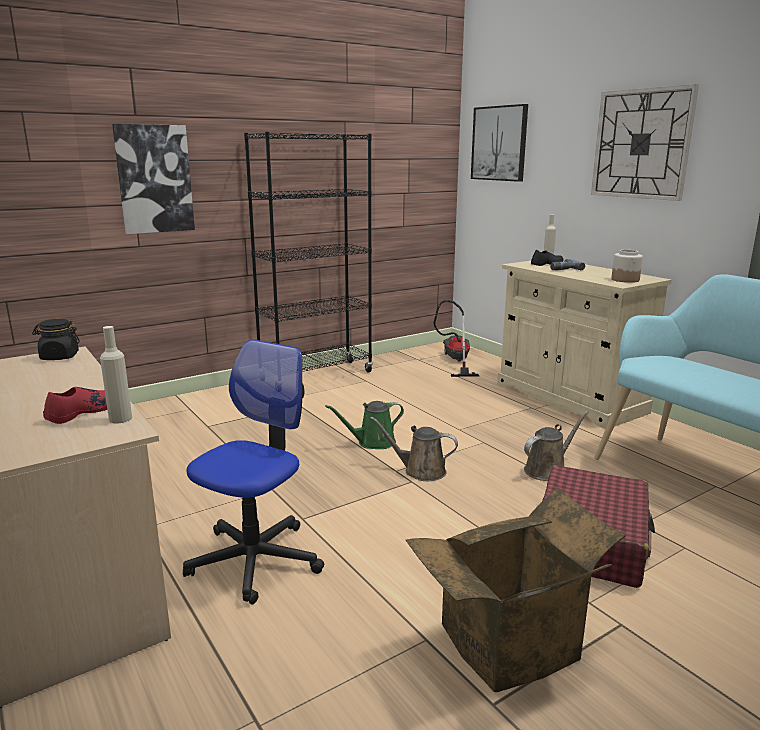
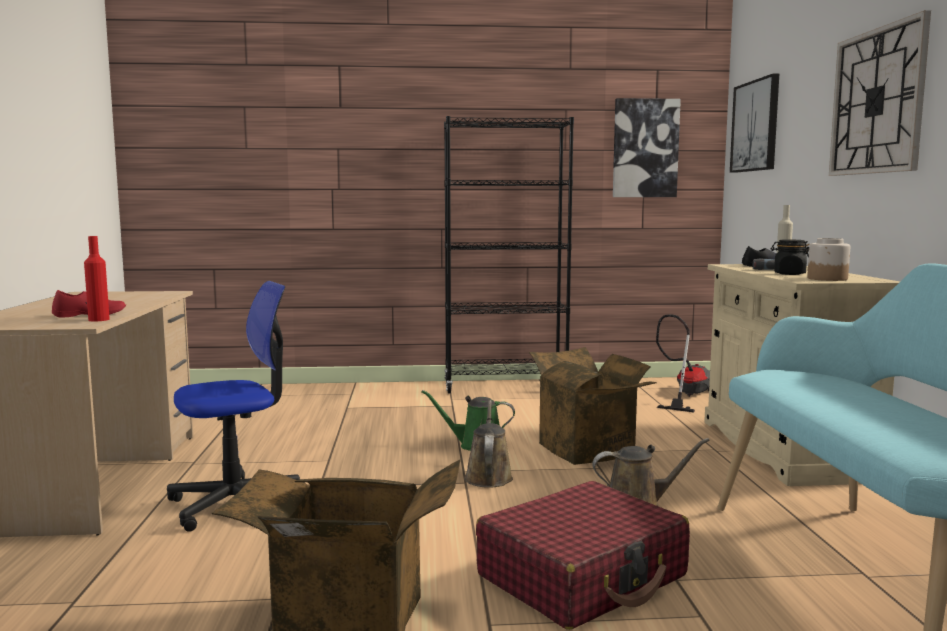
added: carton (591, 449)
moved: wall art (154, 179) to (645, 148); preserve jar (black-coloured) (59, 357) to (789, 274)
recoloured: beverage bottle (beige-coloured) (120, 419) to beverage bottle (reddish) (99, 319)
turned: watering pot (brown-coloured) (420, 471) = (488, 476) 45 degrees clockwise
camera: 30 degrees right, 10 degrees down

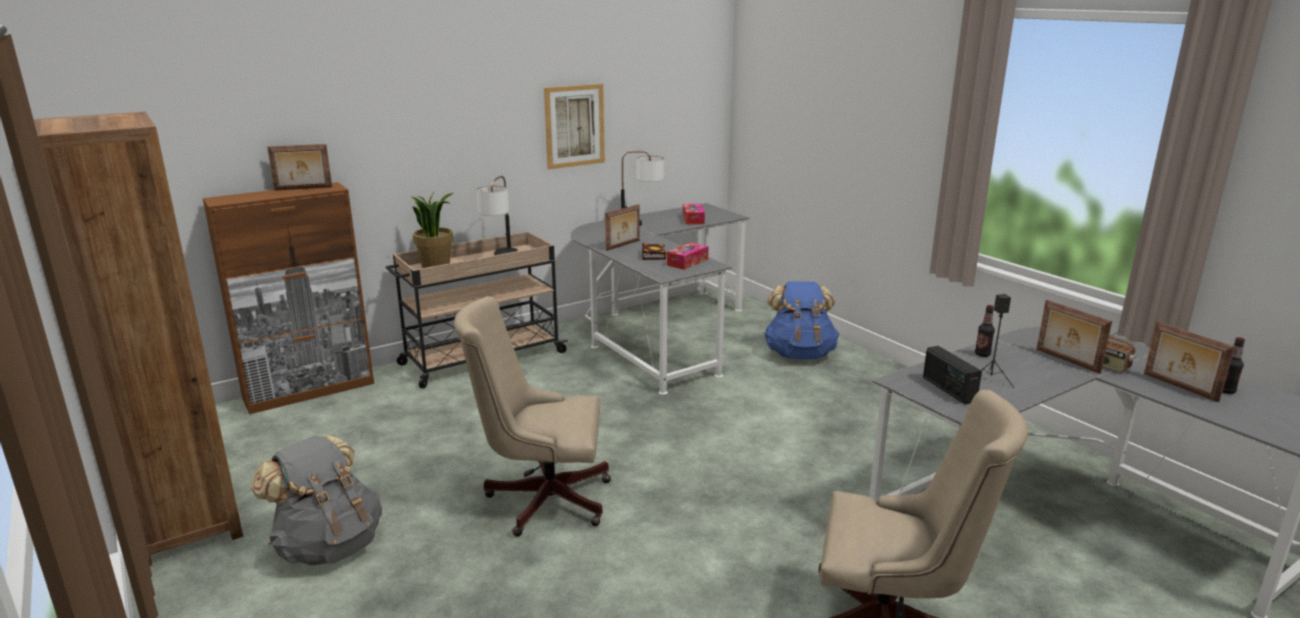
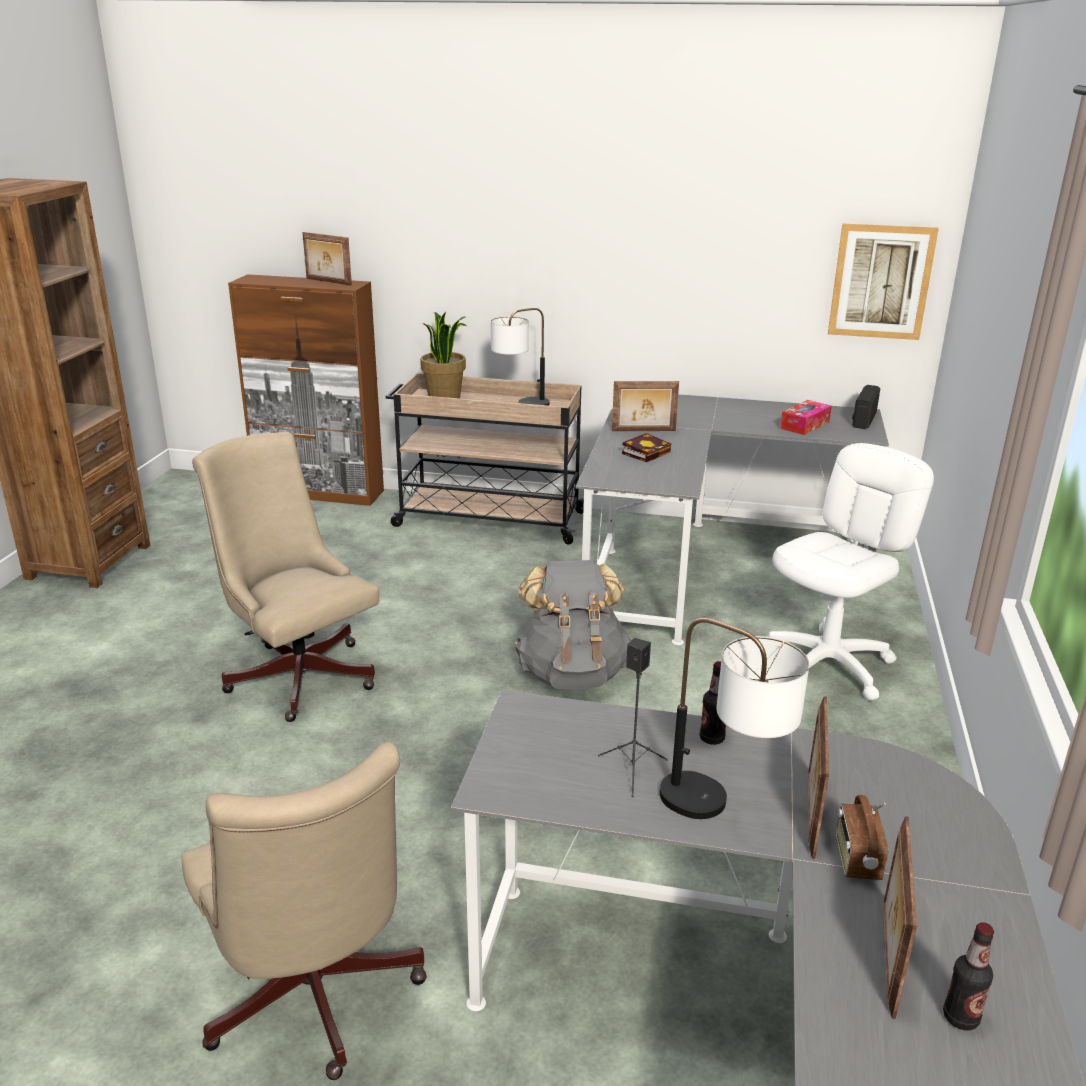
removed: box of tissues (687, 262)
moved: wall art (574, 126) to (881, 282); tabletop lamp (641, 223) to (722, 811); radio set (948, 389) to (863, 420); knapsack (greyish) (329, 546) to (572, 673)
replaced: knapsack (bluish) (799, 354) to office chair (white) (828, 665)
camera: 45 degrees right, 5 degrees up

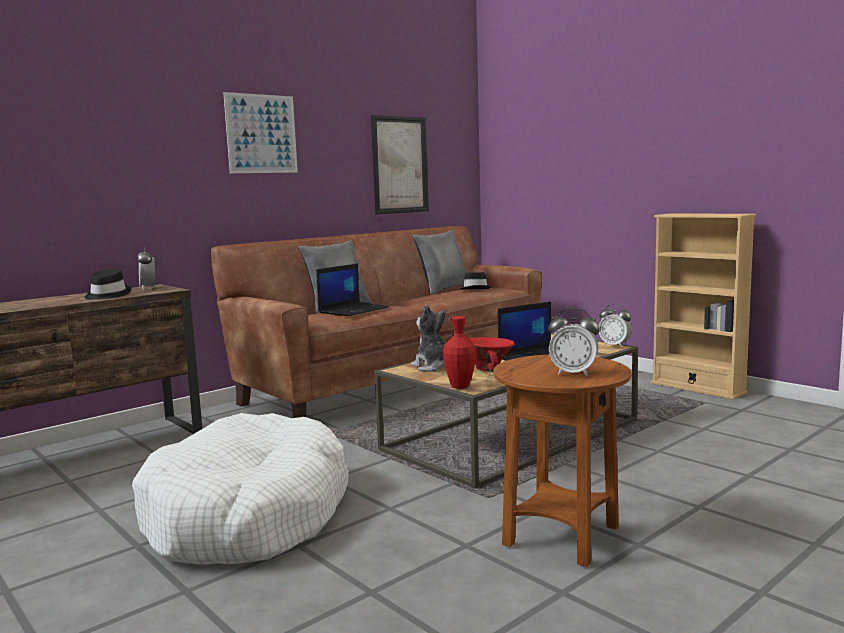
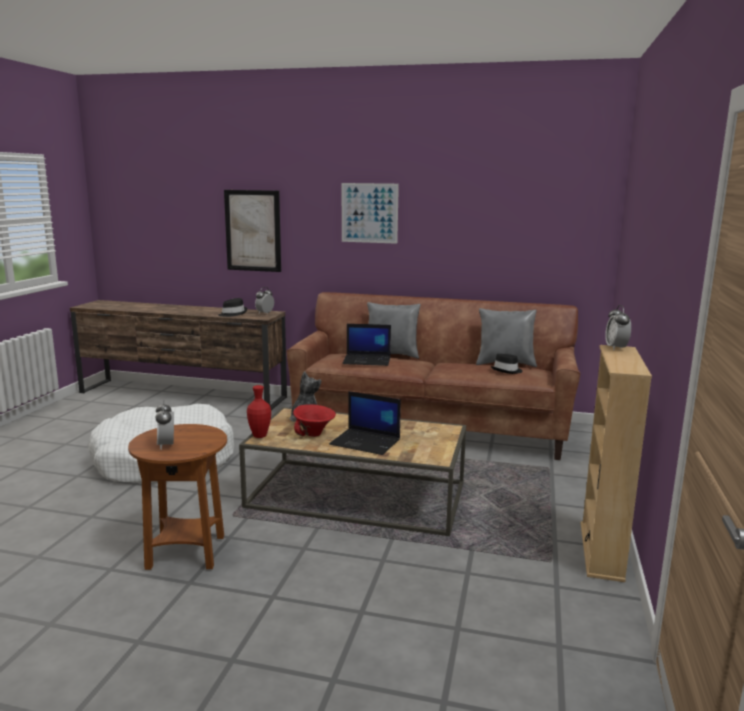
moved: wall art (400, 165) to (253, 231); table clock (614, 345) to (616, 348)
camera: 55 degrees right, 5 degrees up

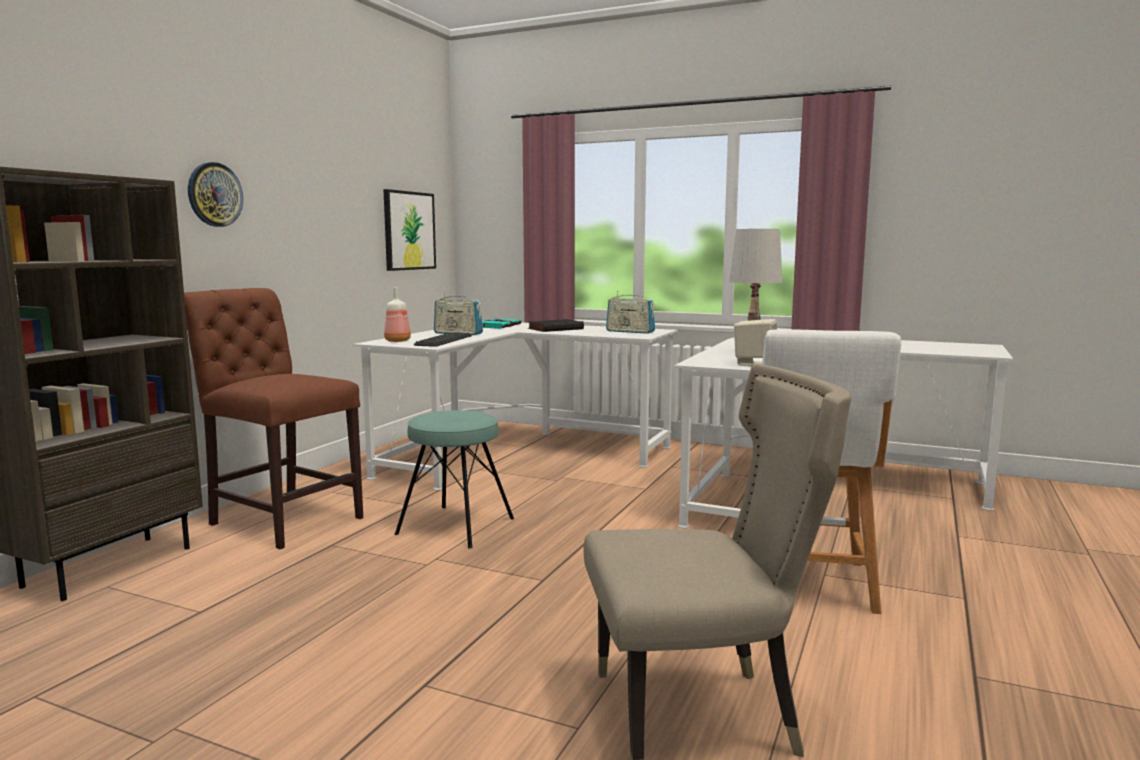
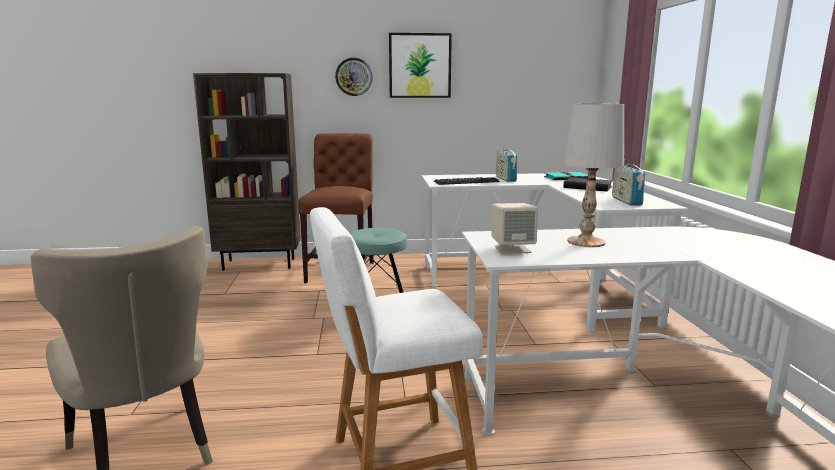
removed: beverage bottle (397, 341)
moved: wall art (409, 231) to (420, 66)
camera: 60 degrees right, 5 degrees up

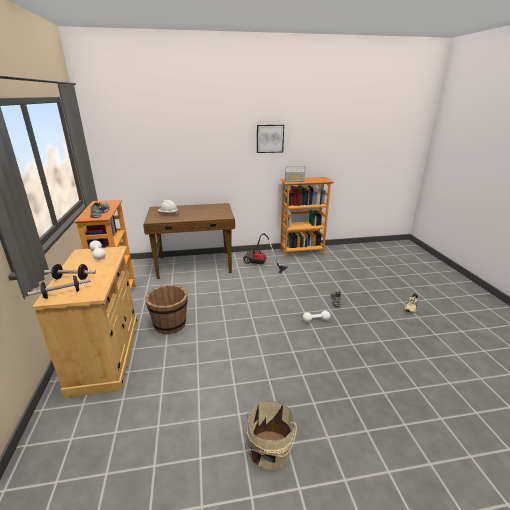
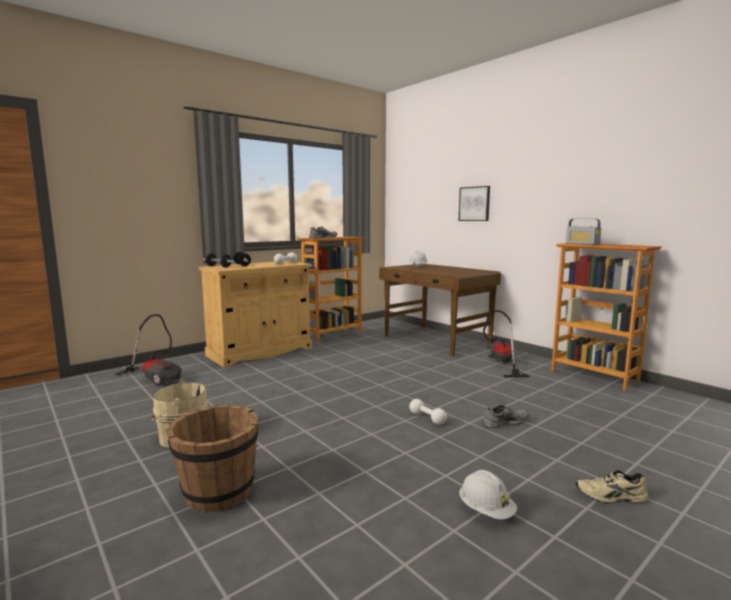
added: vacuum cleaner (155, 377); hard hat (white) (486, 511)
moved: wall art (270, 138) to (474, 204); pail (brown-coloured) (170, 325) to (218, 492)
camera: 60 degrees right, 15 degrees down

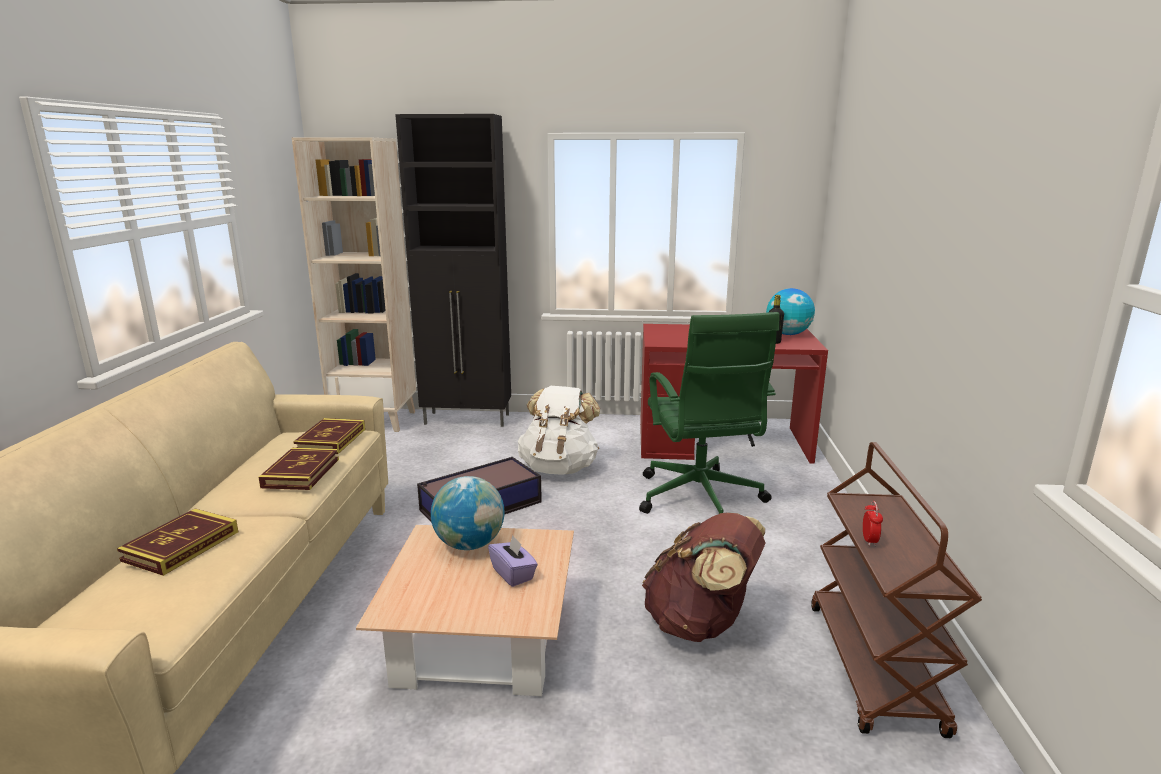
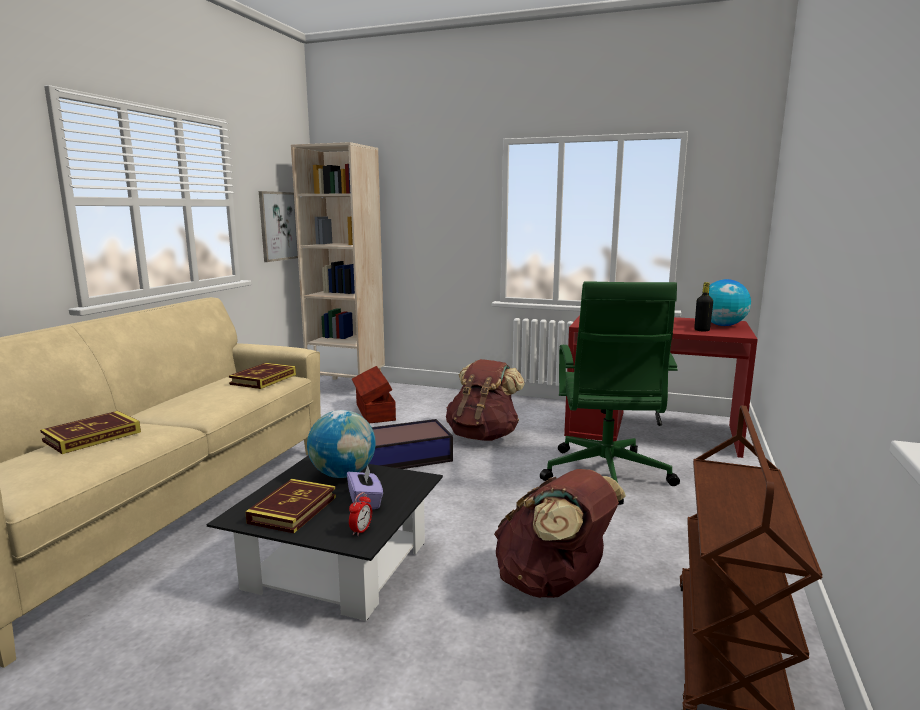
removed: storage cabinet (black-coloured) (468, 419)
added: wall art (278, 226); storage box (brown-coloured) (374, 412)
moved: bound book (301, 473) to (293, 510); table clock (869, 540) to (361, 530)
recoloured: knapsack (white) (559, 468) to knapsack (brown-coloured) (483, 436); coffee table (beige-coloured) (481, 641) to coffee table (black-coloured) (338, 565)
camera: 15 degrees right, 5 degrees down

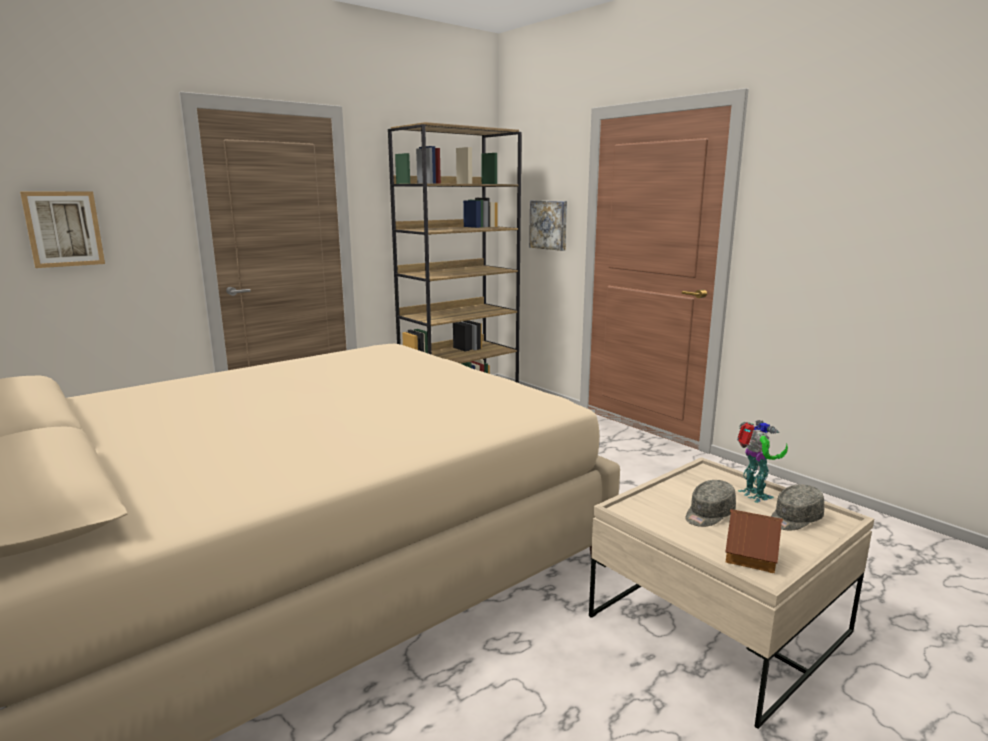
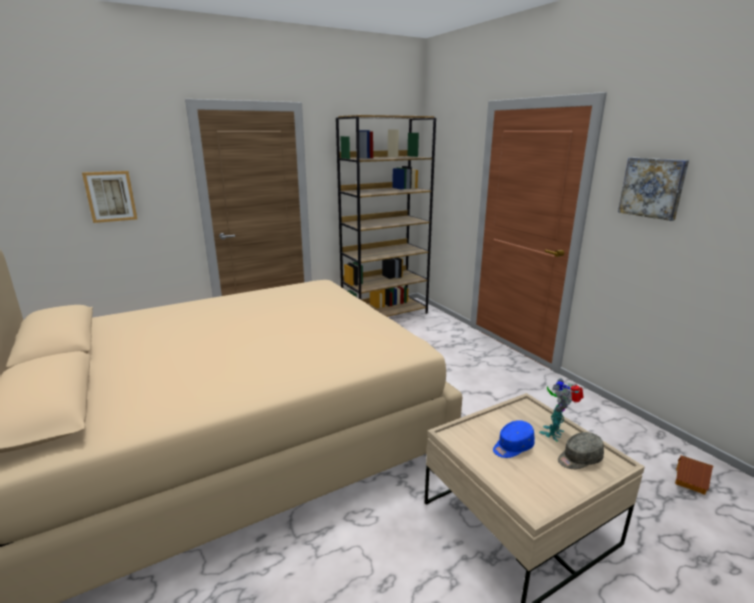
moved: wall art (549, 225) to (653, 187); model house (749, 555) to (689, 481)
recoloured: peaked cap (greyish) (708, 515) to peaked cap (bluish) (512, 447)
turned: robot figure (754, 496) = (555, 433) 135 degrees counterclockwise
camera: 10 degrees right, 5 degrees up

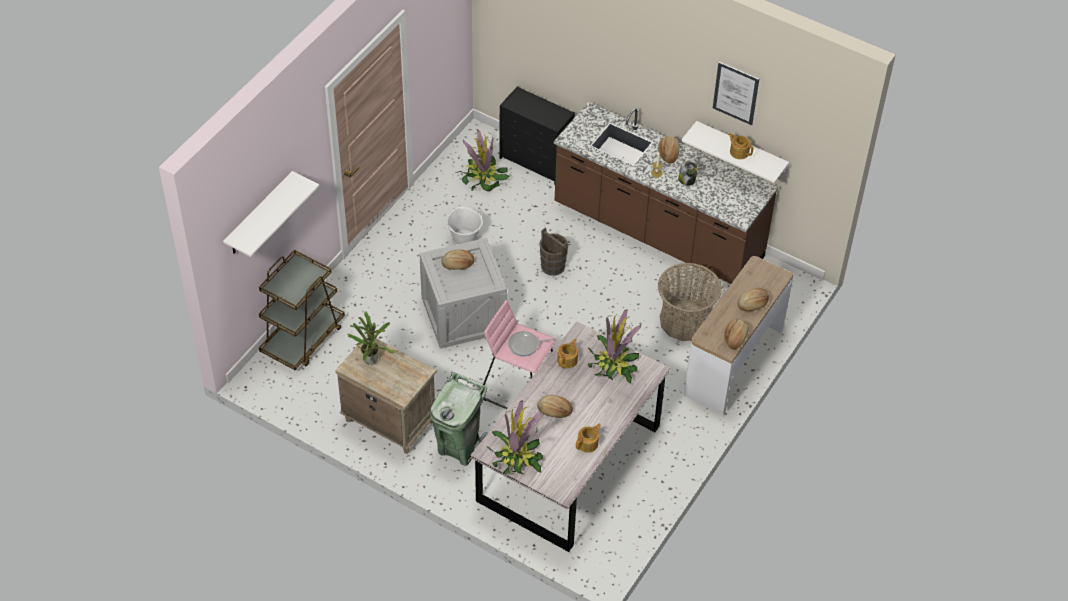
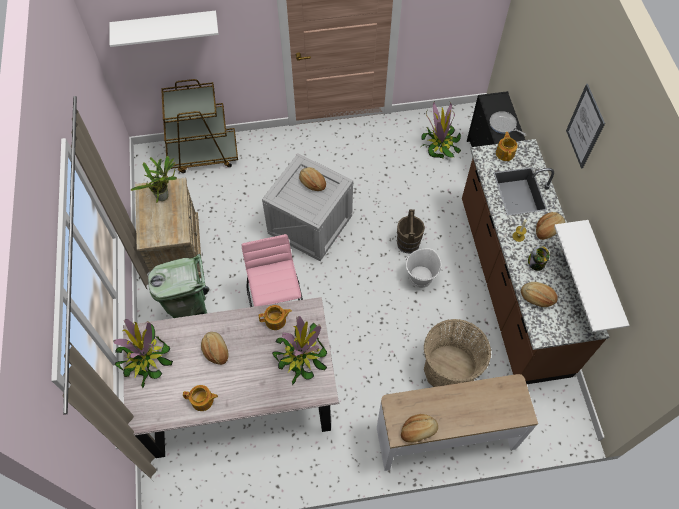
moved: wall art (735, 93) to (585, 127); teapot (739, 152) to (505, 153); pail (white) (465, 240) to (421, 278); bread (753, 304) to (537, 297); pan (525, 345) to (503, 125)
camera: 50 degrees right, 10 degrees up

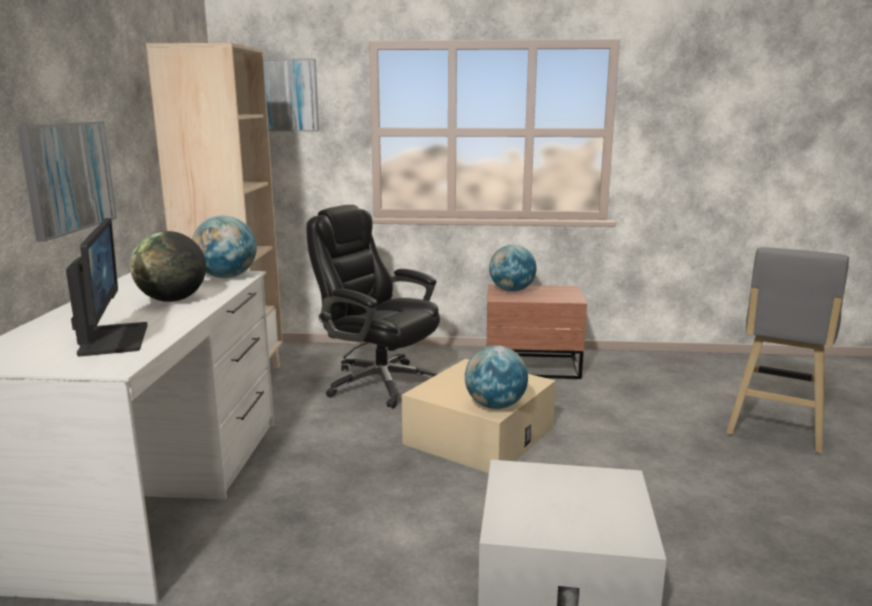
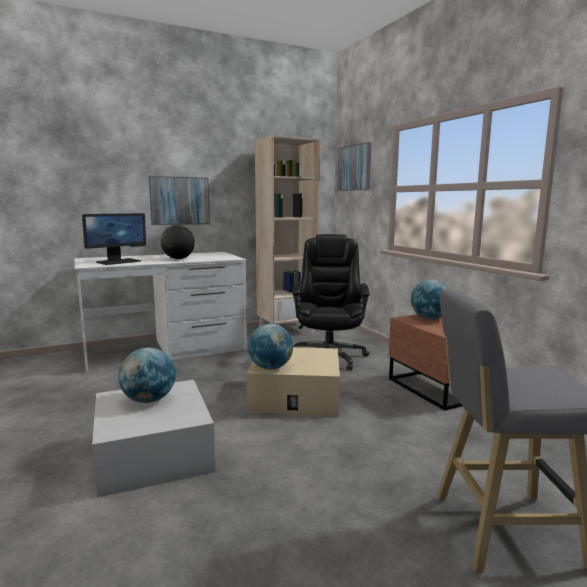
moved: globe (226, 277) to (149, 400)
camera: 60 degrees right, 5 degrees down

